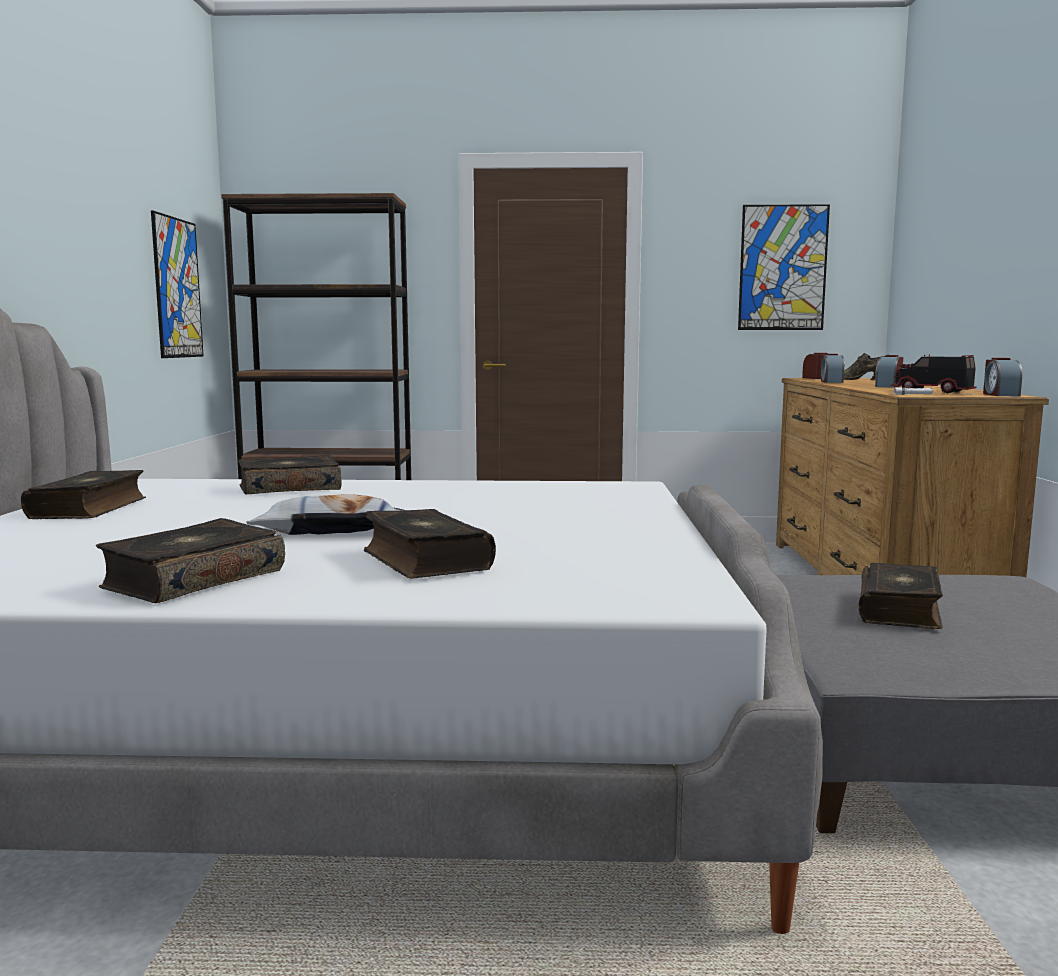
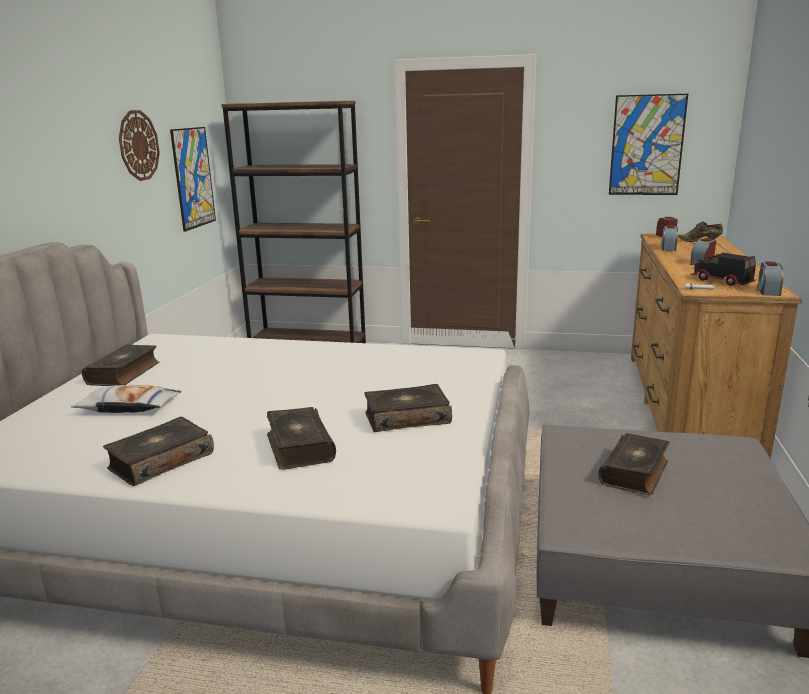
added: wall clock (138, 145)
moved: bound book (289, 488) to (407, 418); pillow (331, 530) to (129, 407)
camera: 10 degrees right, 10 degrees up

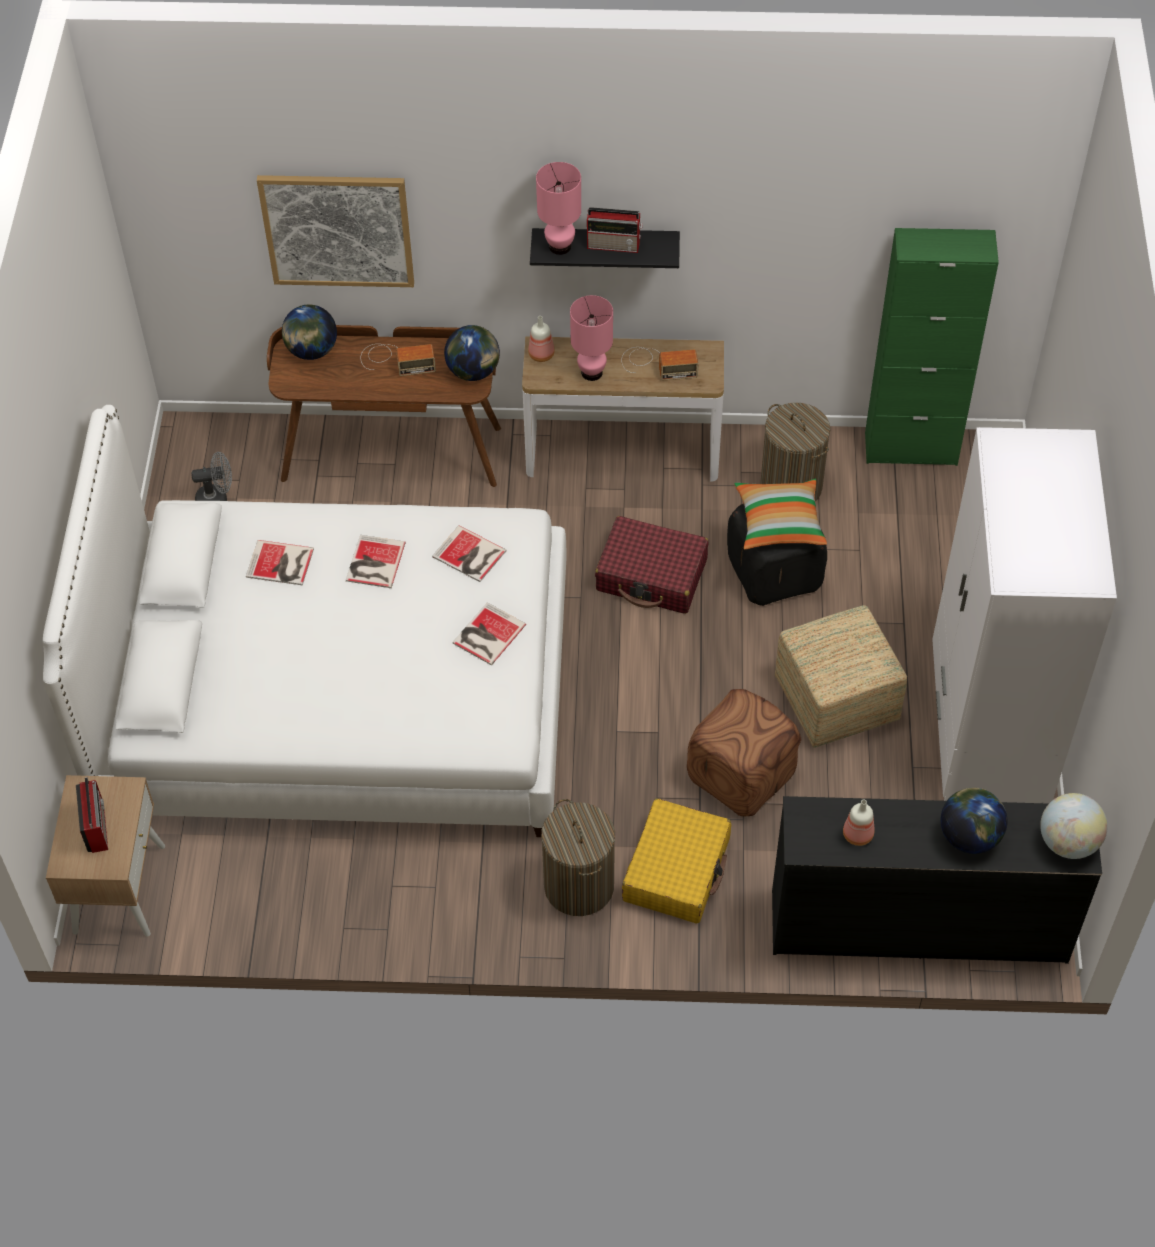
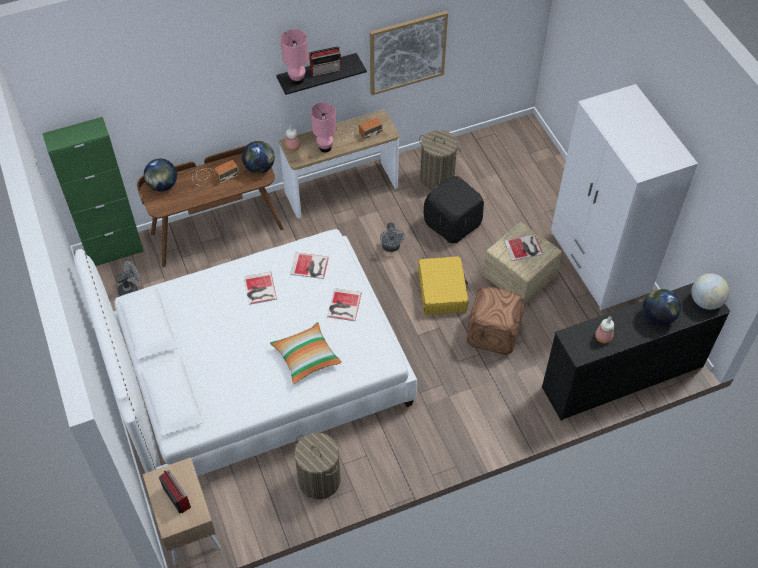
moved: wall art (337, 230) to (407, 52); storage cabinet (green-coloured) (911, 449) to (114, 251); pillow (779, 523) to (306, 357); bound book (281, 564) to (524, 248); piece of luggage (yellow-coloured) (677, 869) to (442, 291); hamper (578, 885) to (319, 480)
replaced: piece of luggage (reddish) (652, 575) to fan (greyish) (391, 247)
camera: 25 degrees left, 0 degrees up

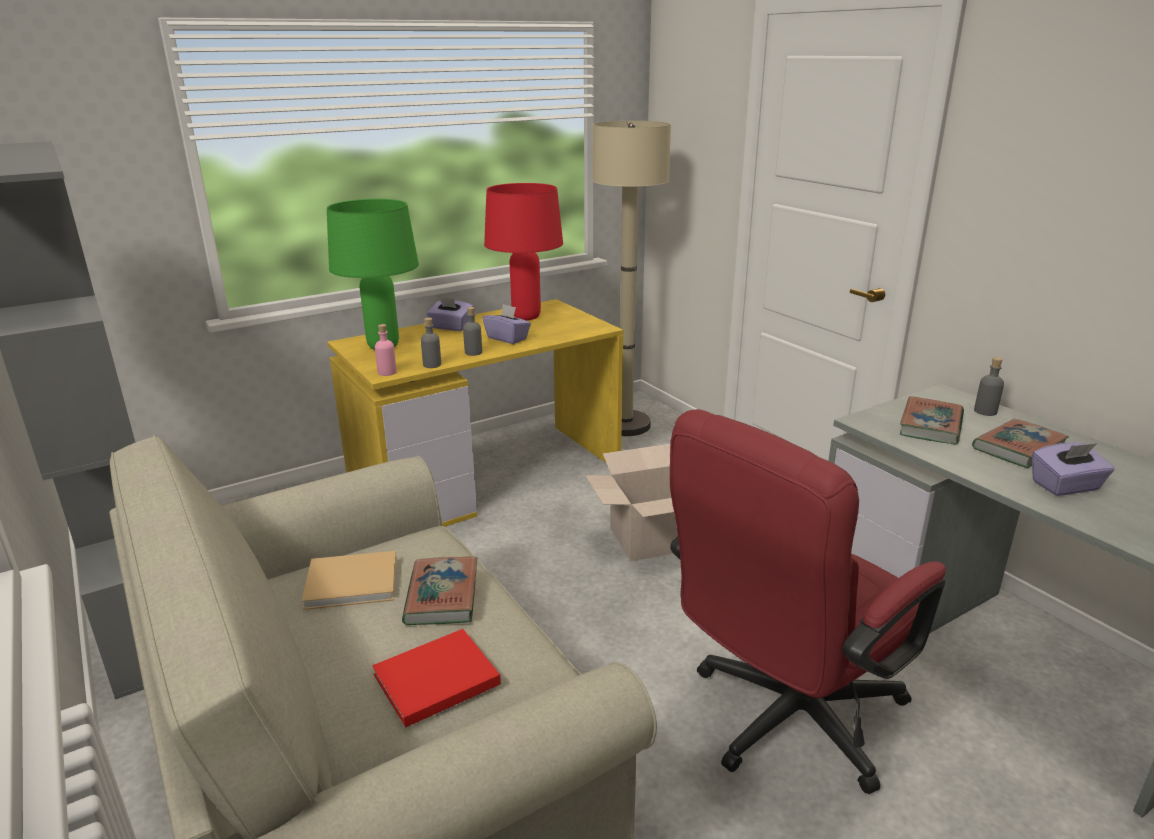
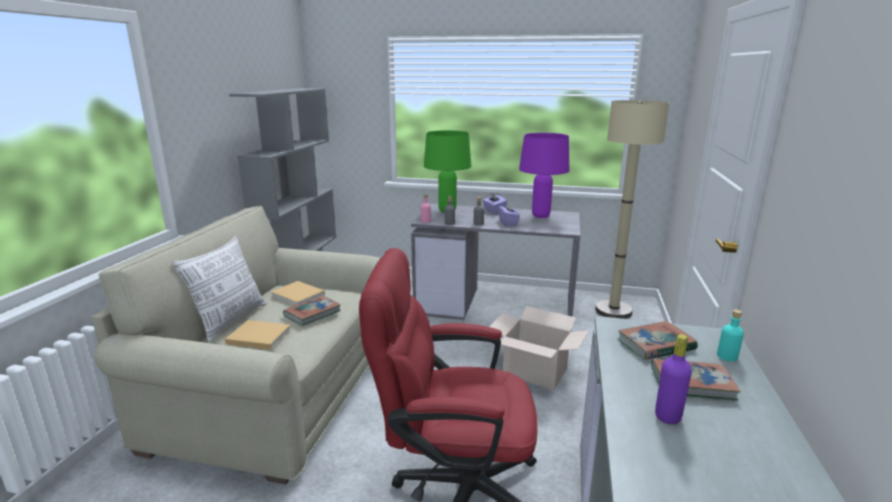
added: pillow (230, 320)
replaced: box of tissues (purplish) (1066, 486) to beverage bottle (purplish) (667, 416)
recoloured: tabletop lamp (reddish) (527, 317) to tabletop lamp (purplish) (541, 216); desk table (yellow-coloured) (487, 476) to desk table (greyish) (496, 305); beverage bottle (greyish) (985, 411) to beverage bottle (blue-green) (727, 356); bound book (reddish) (433, 681) to bound book (beige-coloured) (257, 336)
camera: 45 degrees right, 5 degrees down

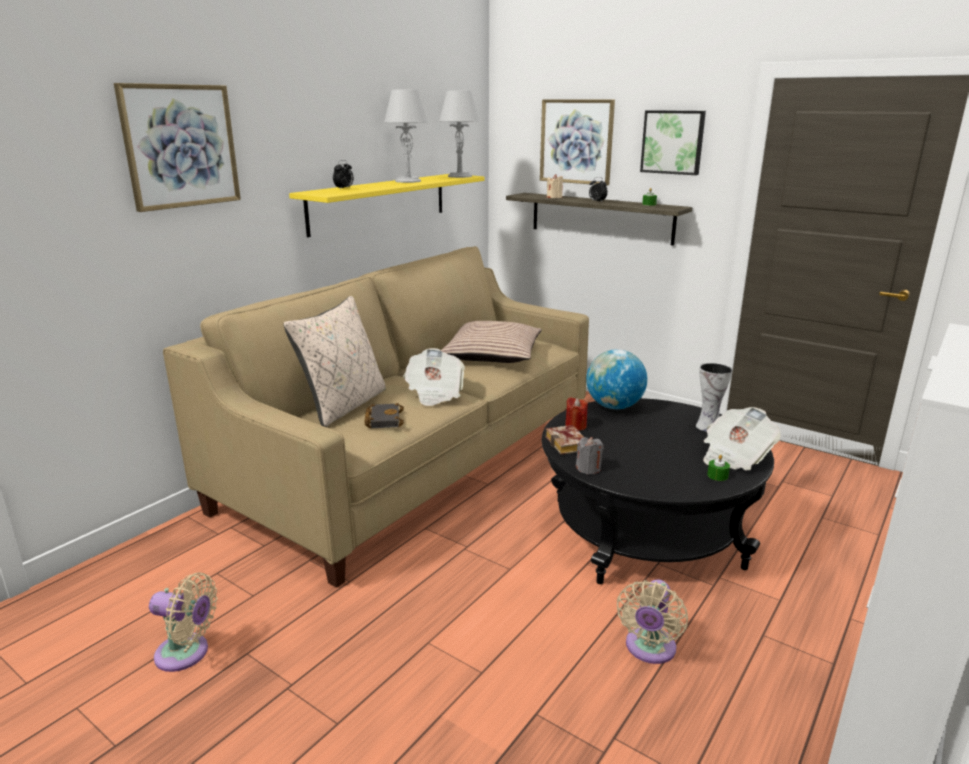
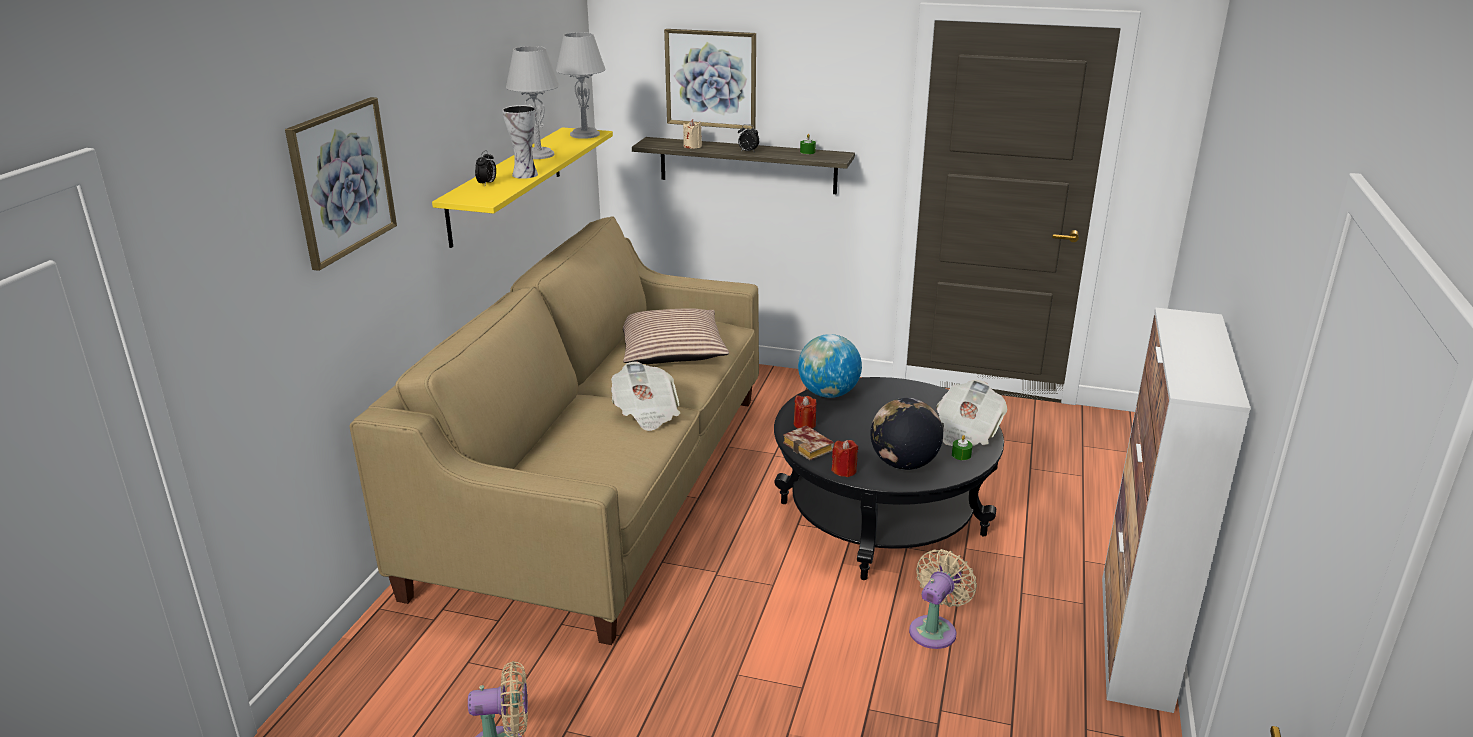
removed: wall art (673, 142); pillow (beige-coloured) (344, 406); bound book (black-coloured) (383, 419)
added: globe (903, 464)
moved: vase (708, 426) to (525, 174)
recoloured: candle (greyish) (588, 468) to candle (reddish) (844, 470)
turned: fan (beige-coloured) (649, 649) = (935, 629) 150 degrees counterclockwise
camera: 20 degrees left, 5 degrees up

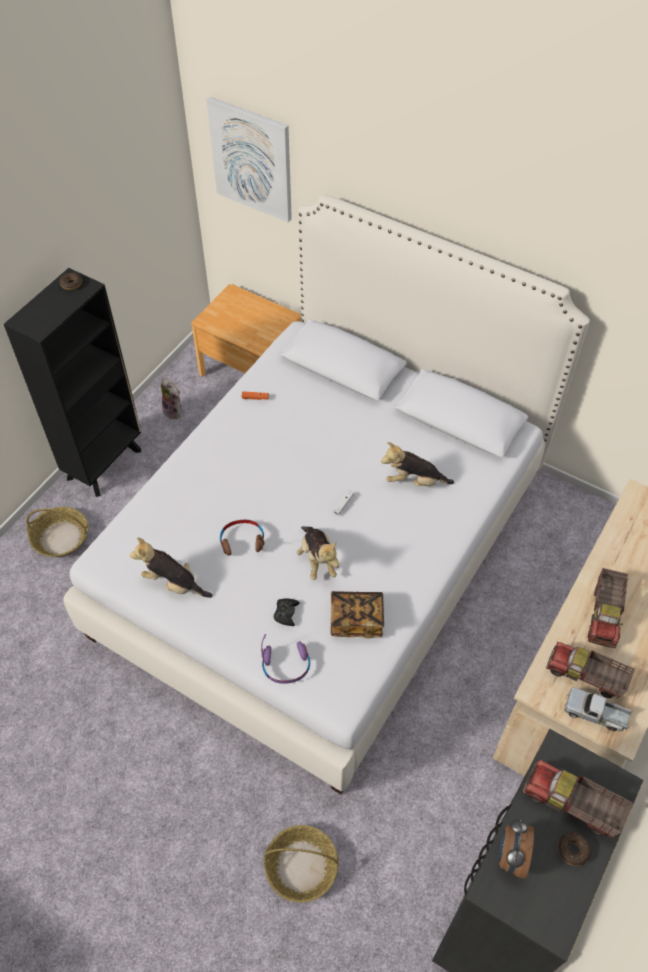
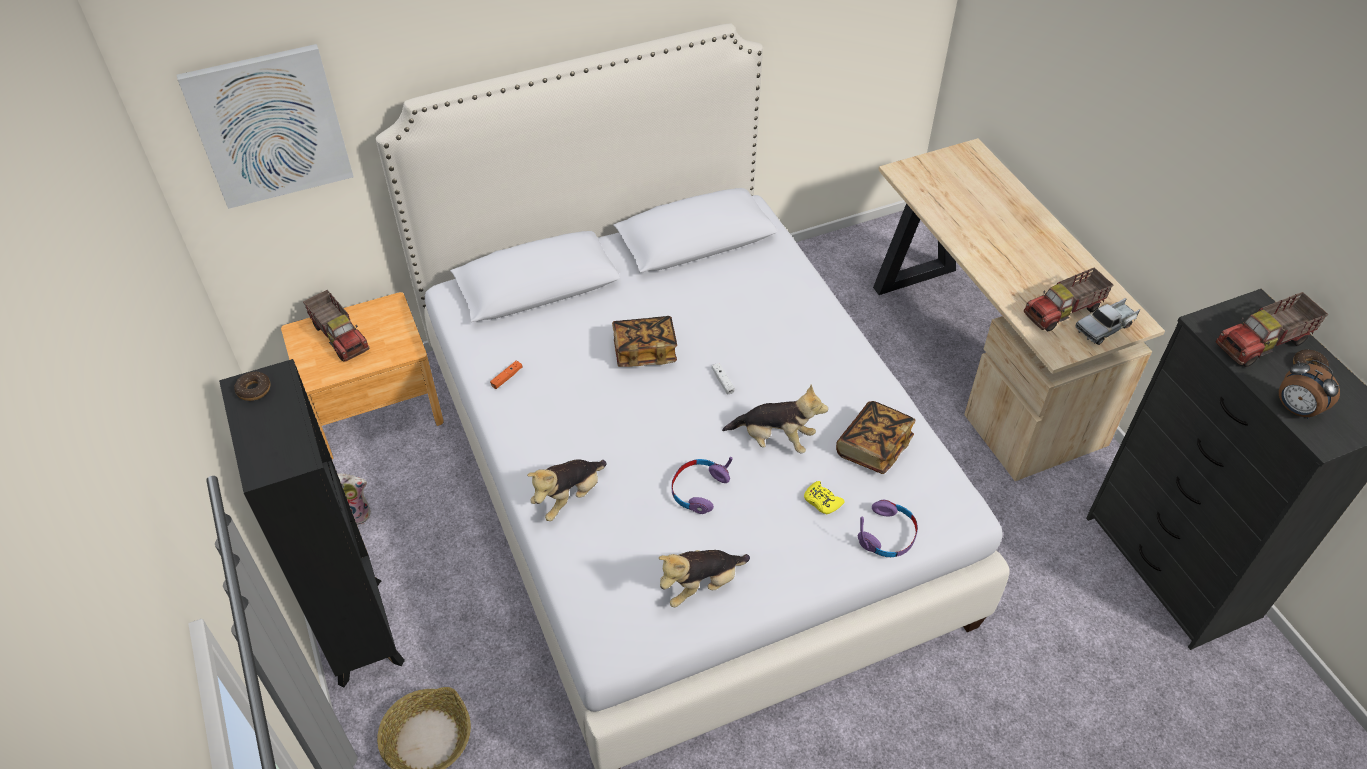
removed: household basket (301, 867)
added: bound book (644, 351)
moved: plush toy (414, 481) to (569, 497); toy lorry (605, 615) to (340, 336)
recoloured: headset (brown-coloured) (242, 541) to headset (purplish) (698, 490); joypad (black-coloured) (286, 613) to joypad (yellow-coloured) (822, 501)
camera: 55 degrees left, 5 degrees down

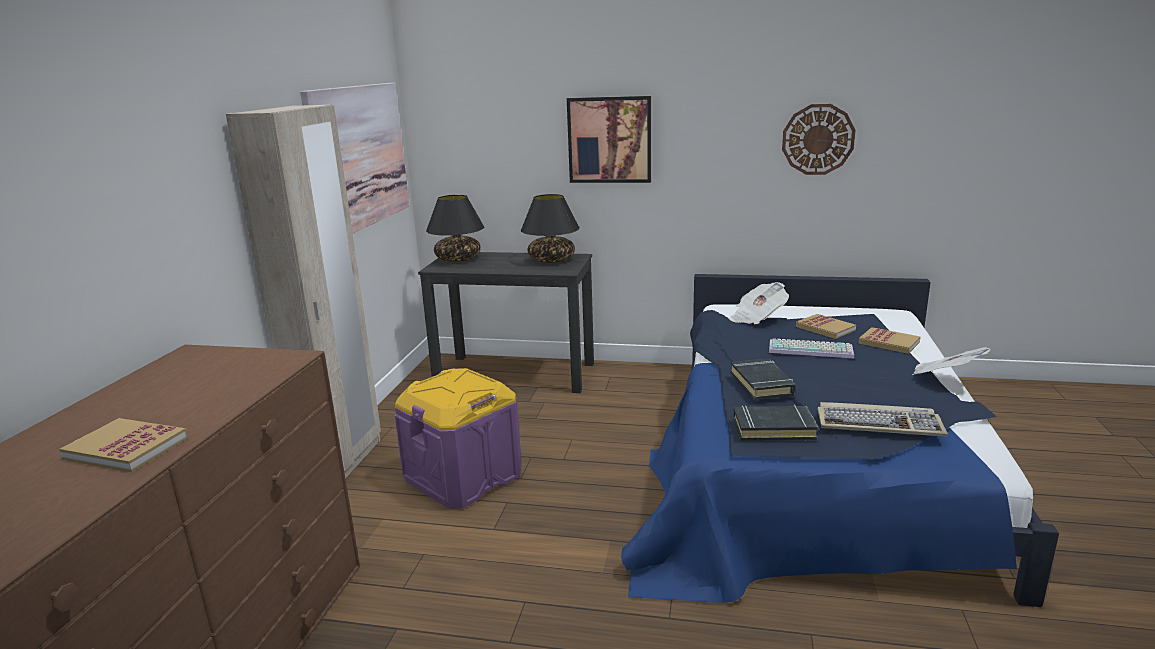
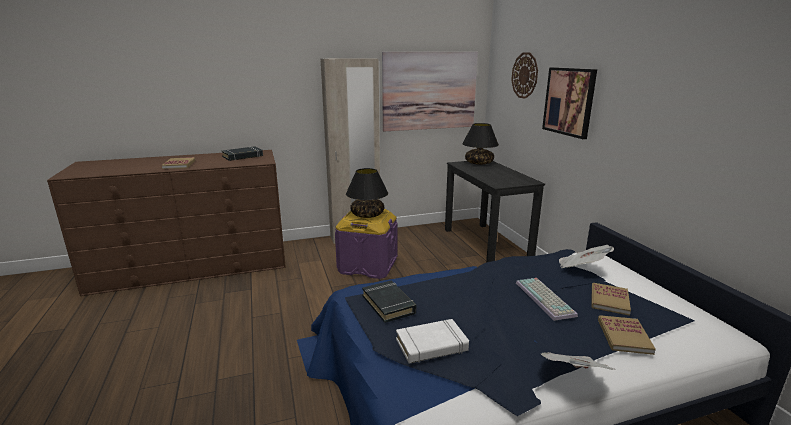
moved: wall clock (818, 139) to (525, 75); tabletop lamp (black-coloured) (551, 260) to (367, 215); bound book (black-coloured) (762, 384) to (243, 156)
replaced: PC keyboard (879, 423) to bound book (white) (431, 345)
camera: 60 degrees right, 0 degrees up

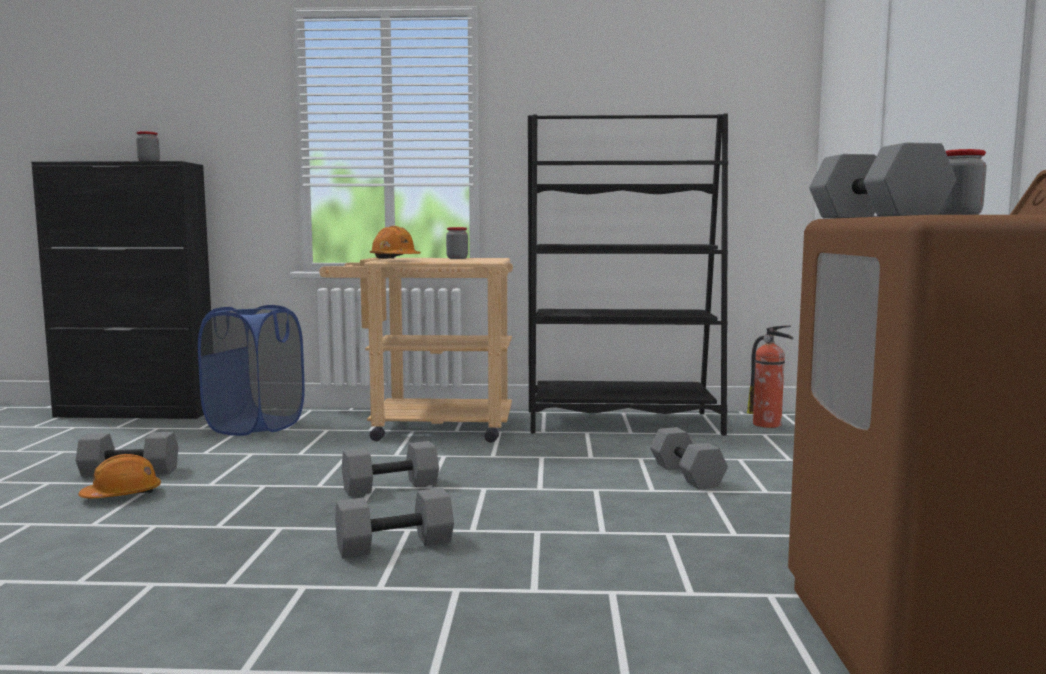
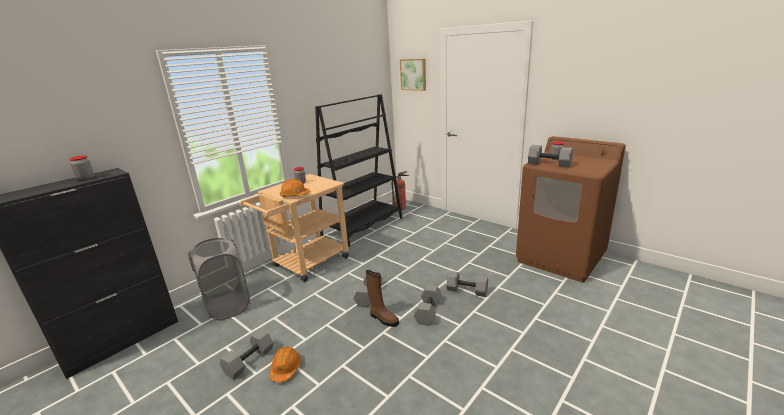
added: wall art (413, 74); tall boot (brown-coloured) (383, 318)
moved: free weight (greyish) (685, 475) to (466, 291)
recoloured: hamper (bluish) (255, 426) to hamper (greyish) (228, 306)
camera: 50 degrees left, 15 degrees up

